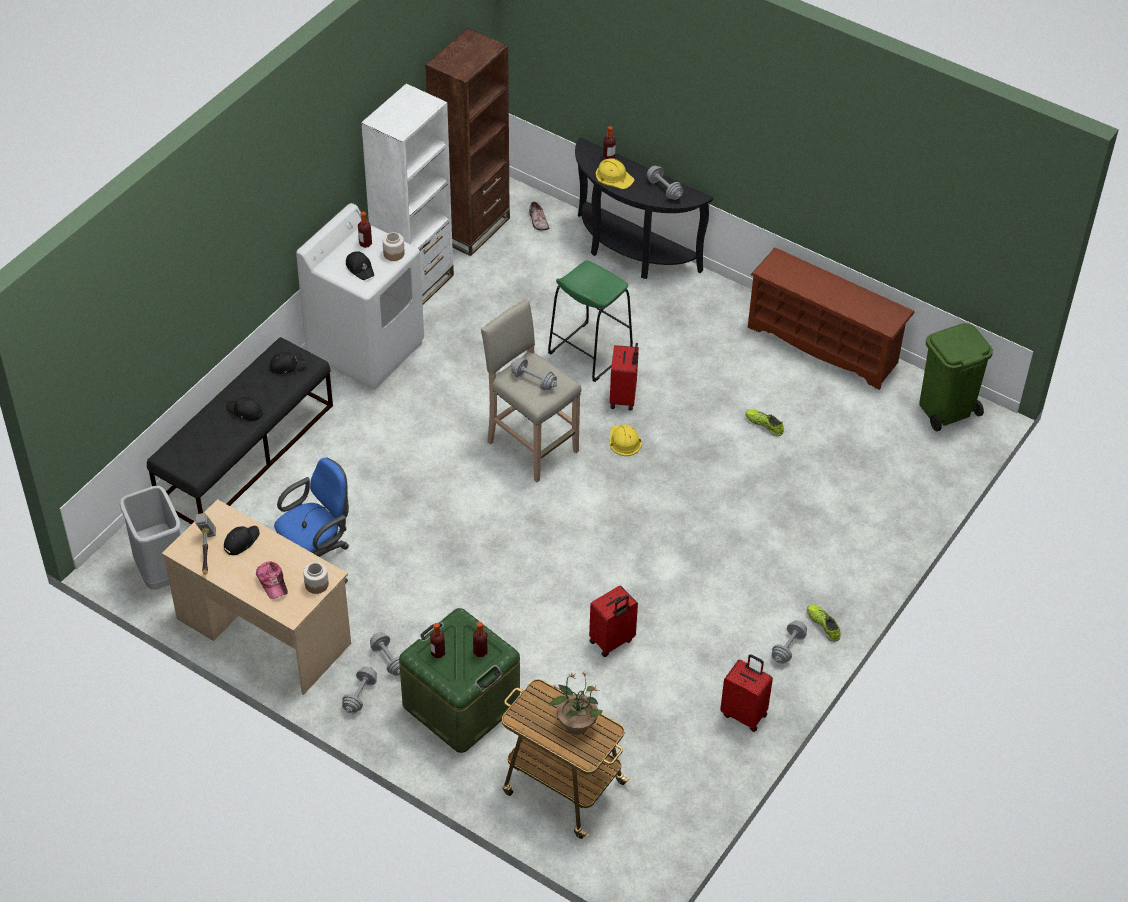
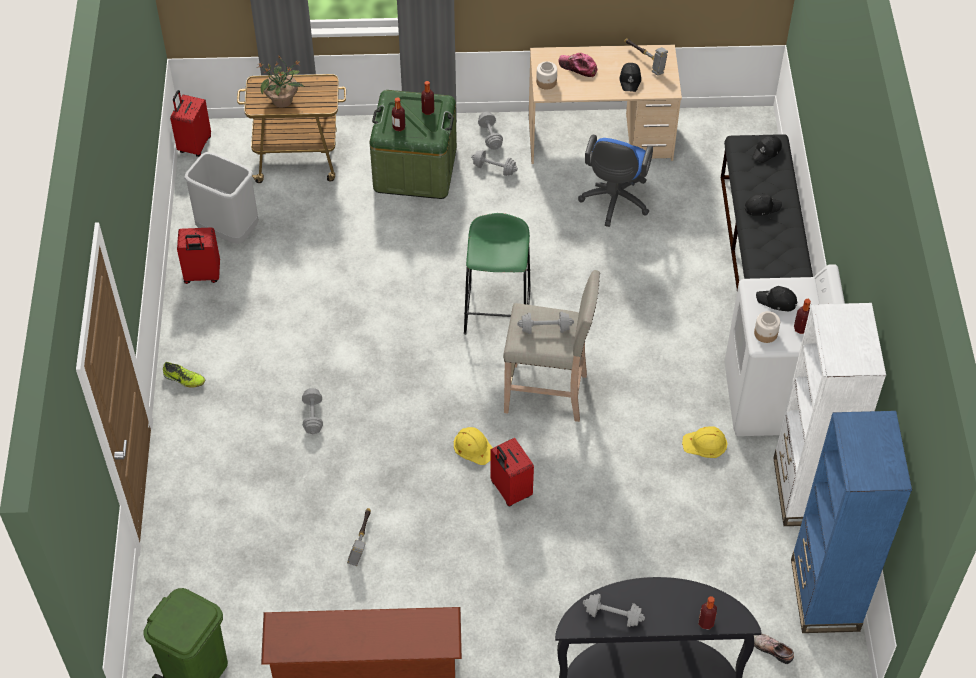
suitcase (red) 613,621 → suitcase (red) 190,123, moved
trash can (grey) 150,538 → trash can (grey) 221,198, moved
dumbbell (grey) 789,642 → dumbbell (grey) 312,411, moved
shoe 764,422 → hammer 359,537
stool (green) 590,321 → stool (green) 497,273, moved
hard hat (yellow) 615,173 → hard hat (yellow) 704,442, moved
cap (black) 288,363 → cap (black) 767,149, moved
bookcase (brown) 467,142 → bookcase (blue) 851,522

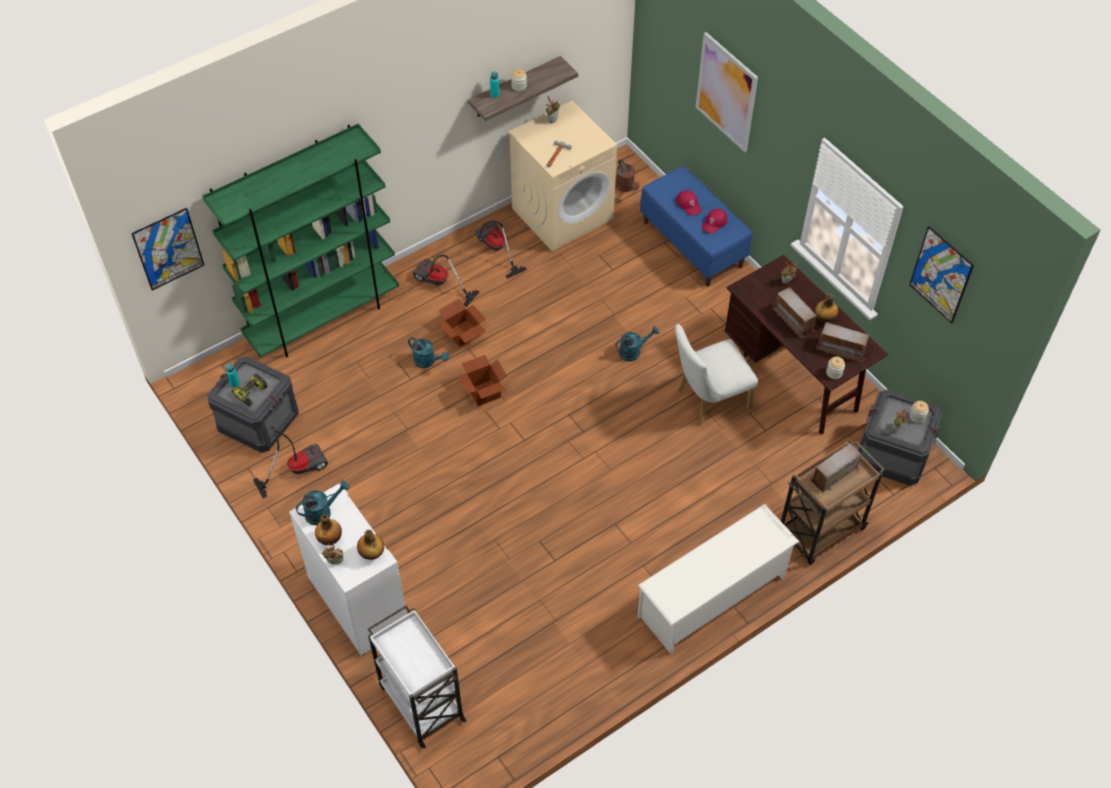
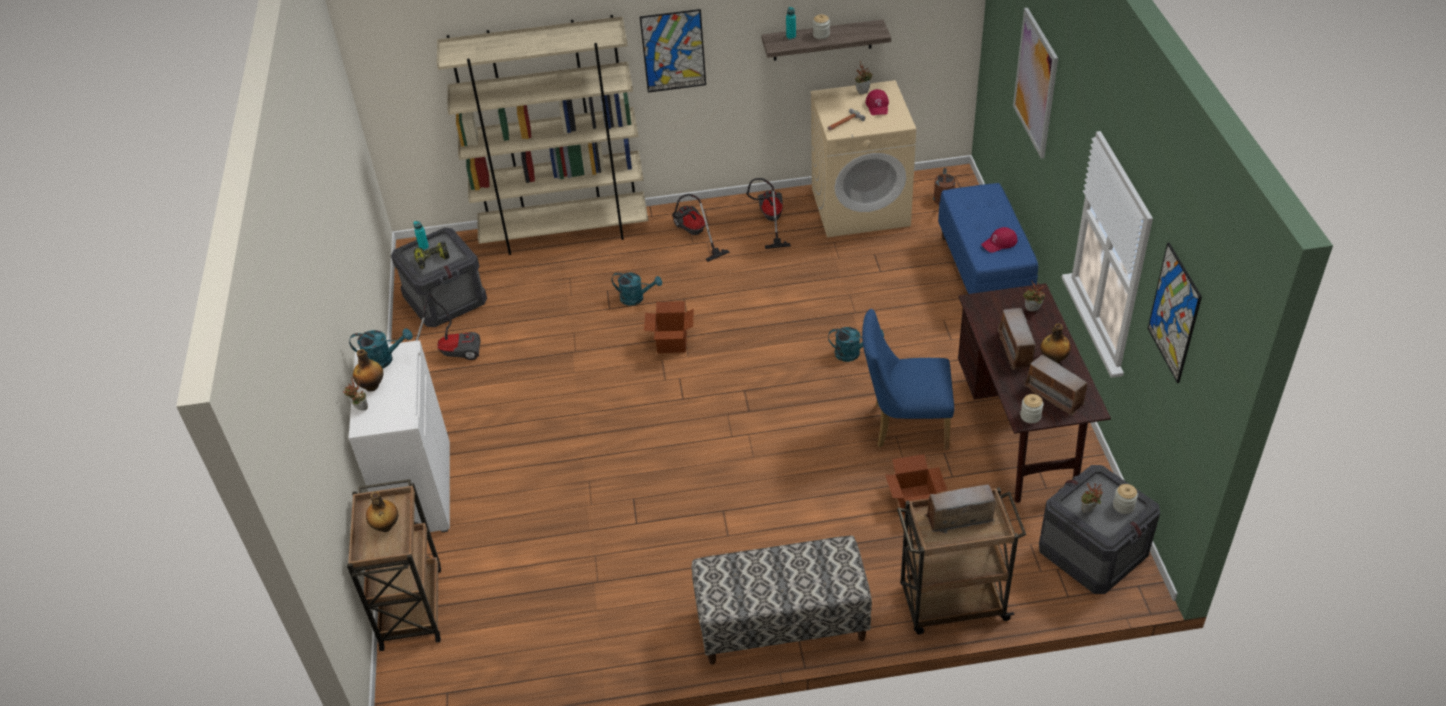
cart (white) 417,676 → cart (brown) 394,565
bottle 370,545 → bottle 382,511, moved
bookcase (green) 300,241 → bookcase (beige) 542,135
watering can (turquoise) 428,352 → watering can (turquoise) 636,289, 45 degrees counterclockwise
picture 167,249 → picture 673,51, moved
shoe rack (white) 718,579 → bench 782,600
chair (white) 716,375 → chair (blue) 908,379
cap (red) 689,203 → cap (red) 877,102, moved
cardboard box 462,323 → cardboard box 916,484, moved

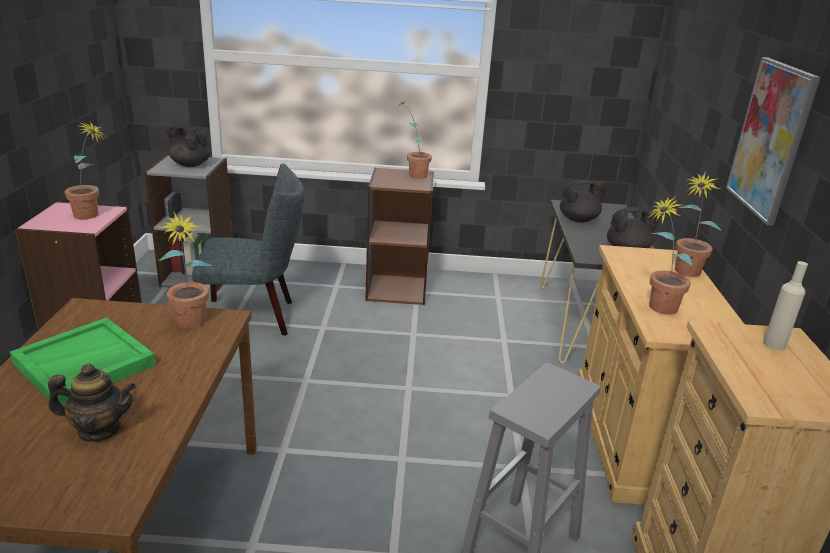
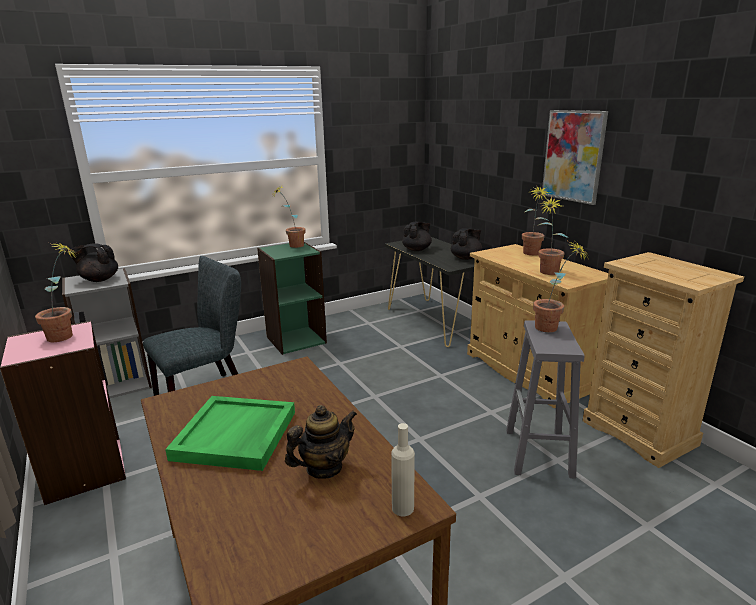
bookcase (brown) 399,236 → bookcase (green) 292,298
bottle (beige) 785,306 → bottle (beige) 403,469, moved
potted plant 185,270 → potted plant 561,286, moved

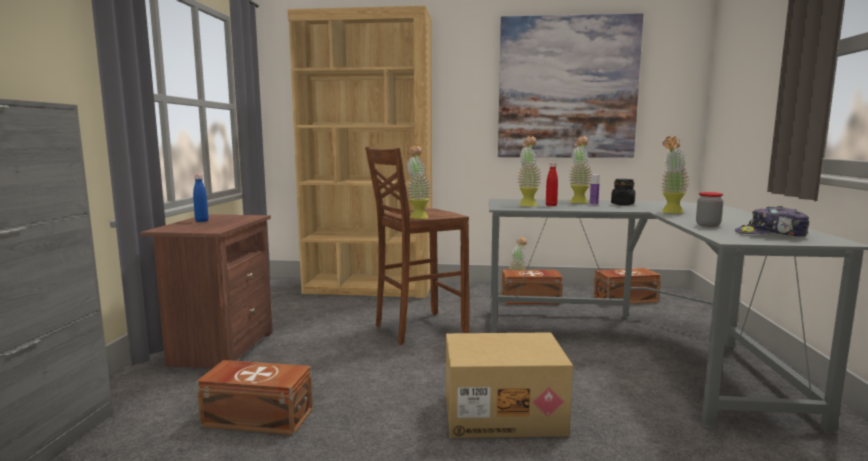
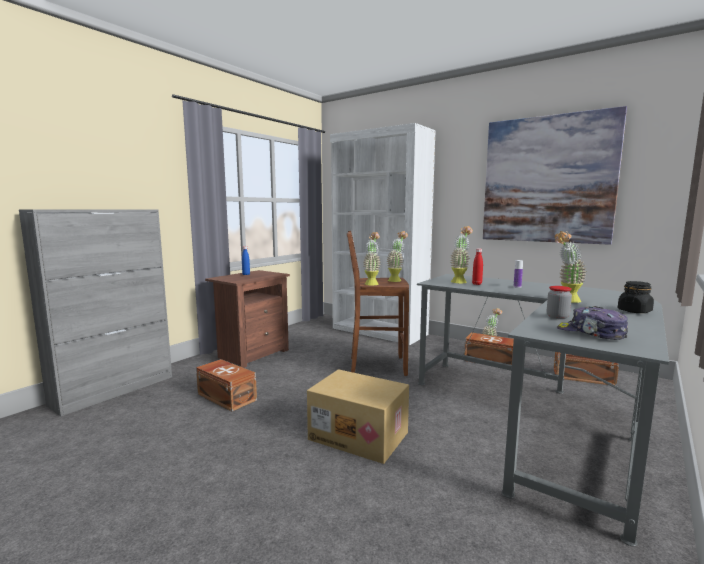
bookcase (brown) 359,152 → bookcase (white) 383,234
potted plant 579,170 → potted plant 397,256, moved
jar (black) 623,192 → jar (black) 636,297, moved

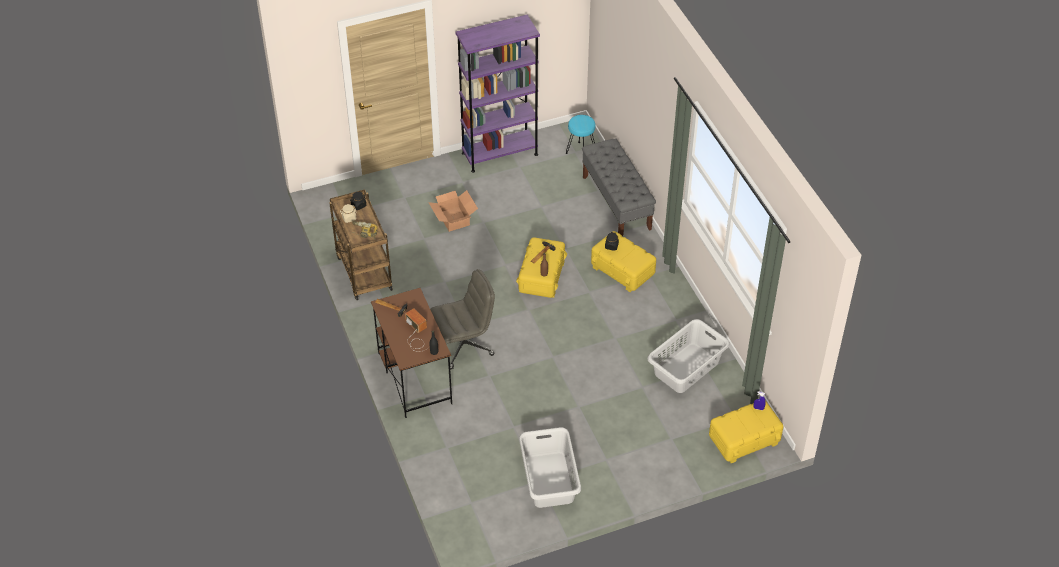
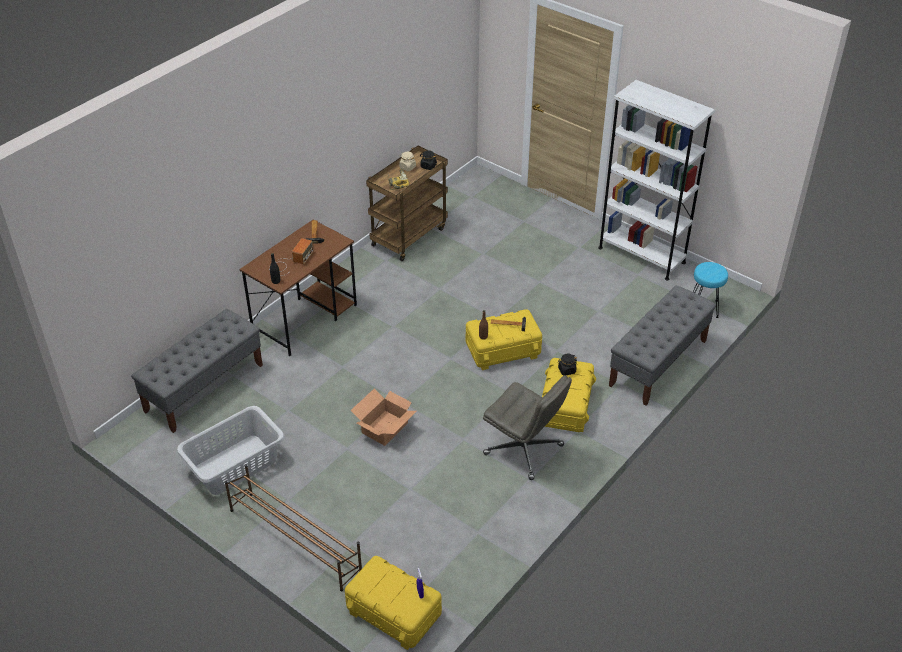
- → bench (grey) 197,371
- → shoe rack (brown) 293,527
cardboard box 453,211 → cardboard box 383,417, moved
office chair (grey) 462,319 → office chair (grey) 527,427, moved
bookcase (purple) 498,93 → bookcase (white) 656,180
laundry basket (grey) 688,356 → -

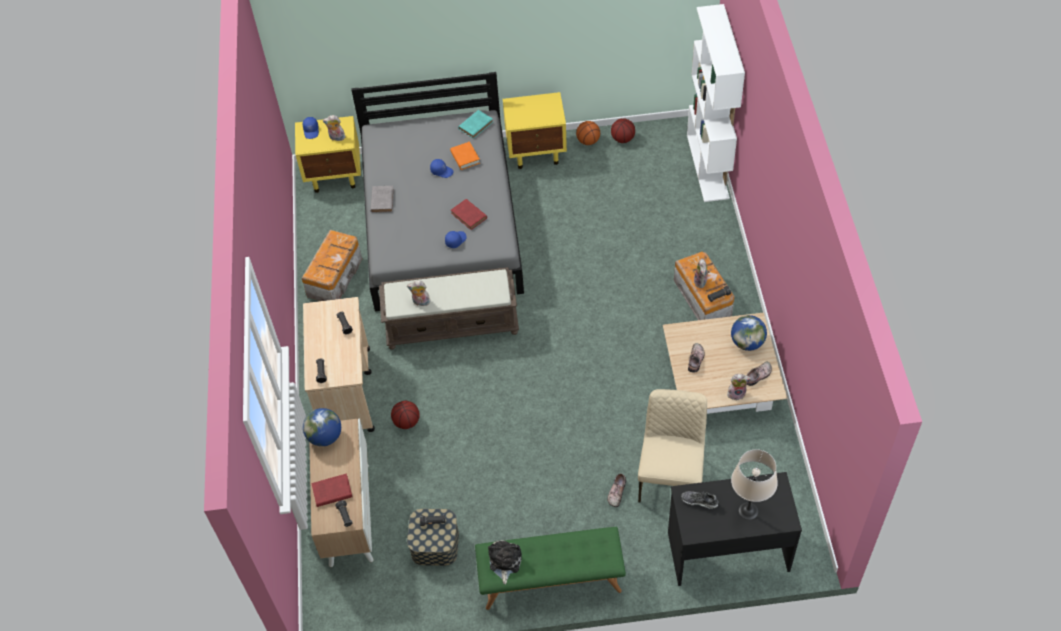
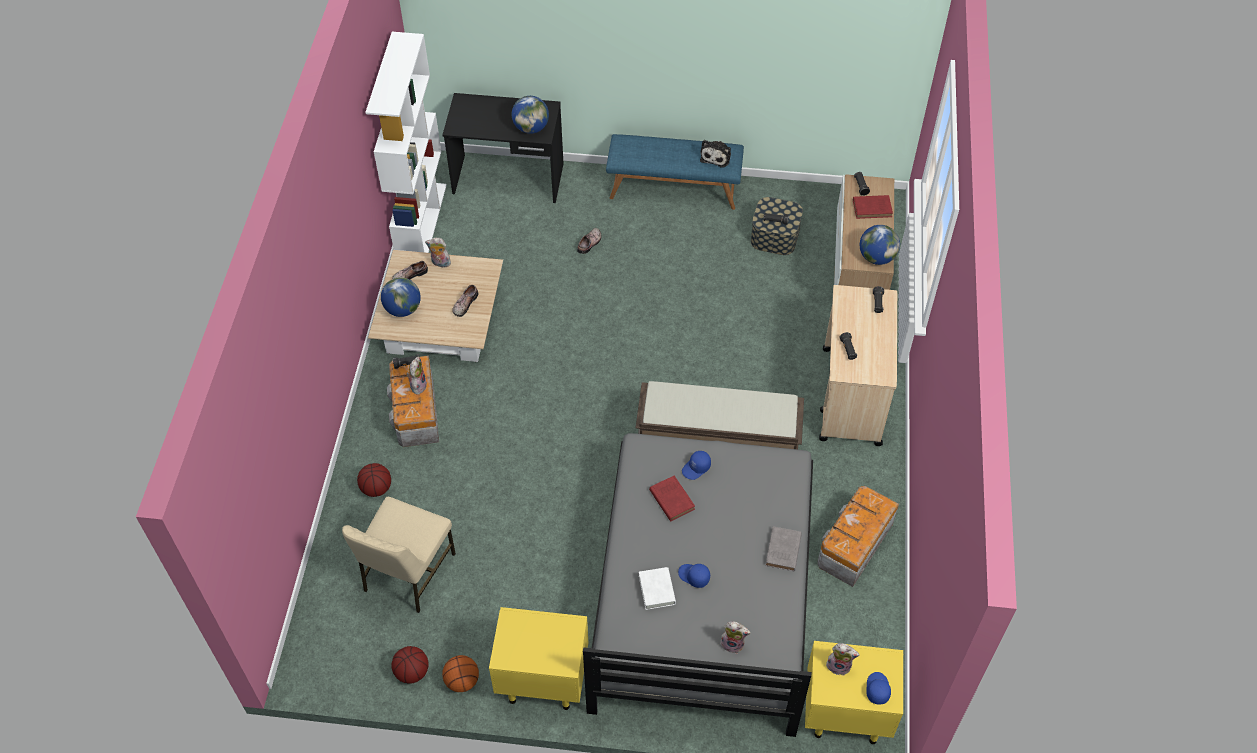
chair (beige) 672,446 → chair (beige) 399,555, moved
basketball 405,415 → basketball 374,480, moved
bookcase (white) 716,103 → bookcase (white) 406,142, moved
shoe 699,500 → globe 530,115
bench (green) 550,568 → bench (blue) 675,172
book (orange) 465,155 → book (white) 657,588
plush toy 418,293 → plush toy 735,637, moved
book (turquoise) 475,124 → -
table lamp (beige) 754,484 → -

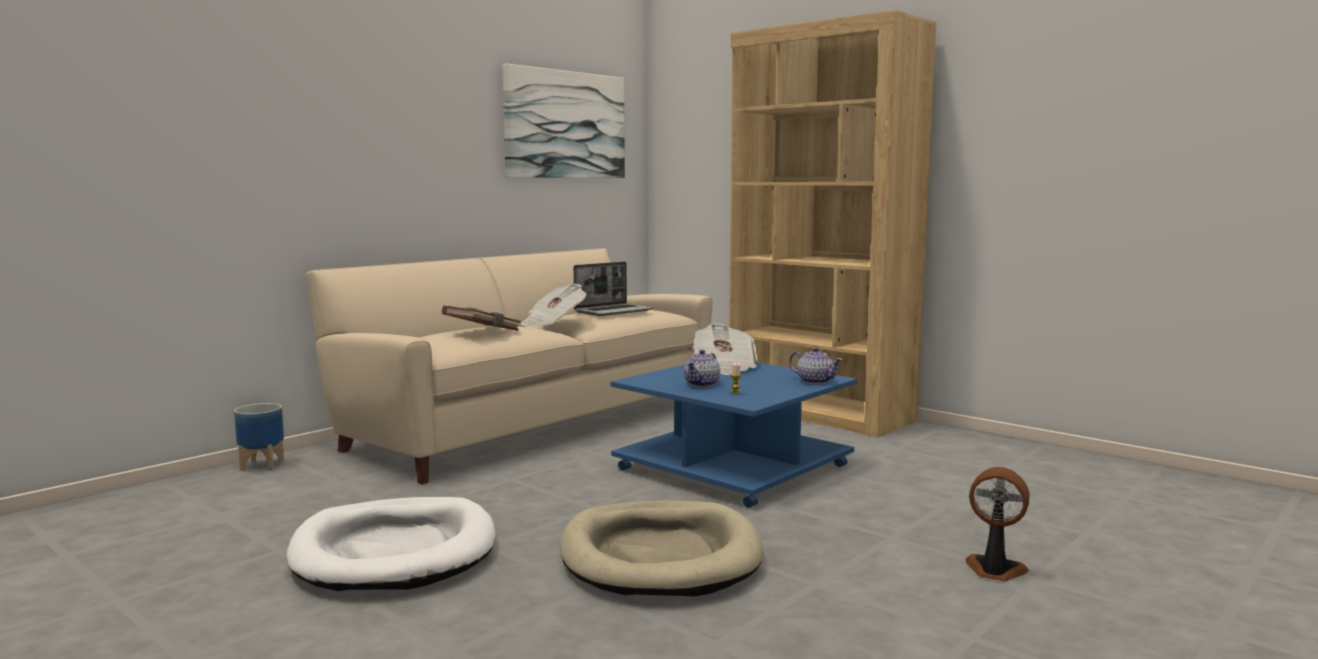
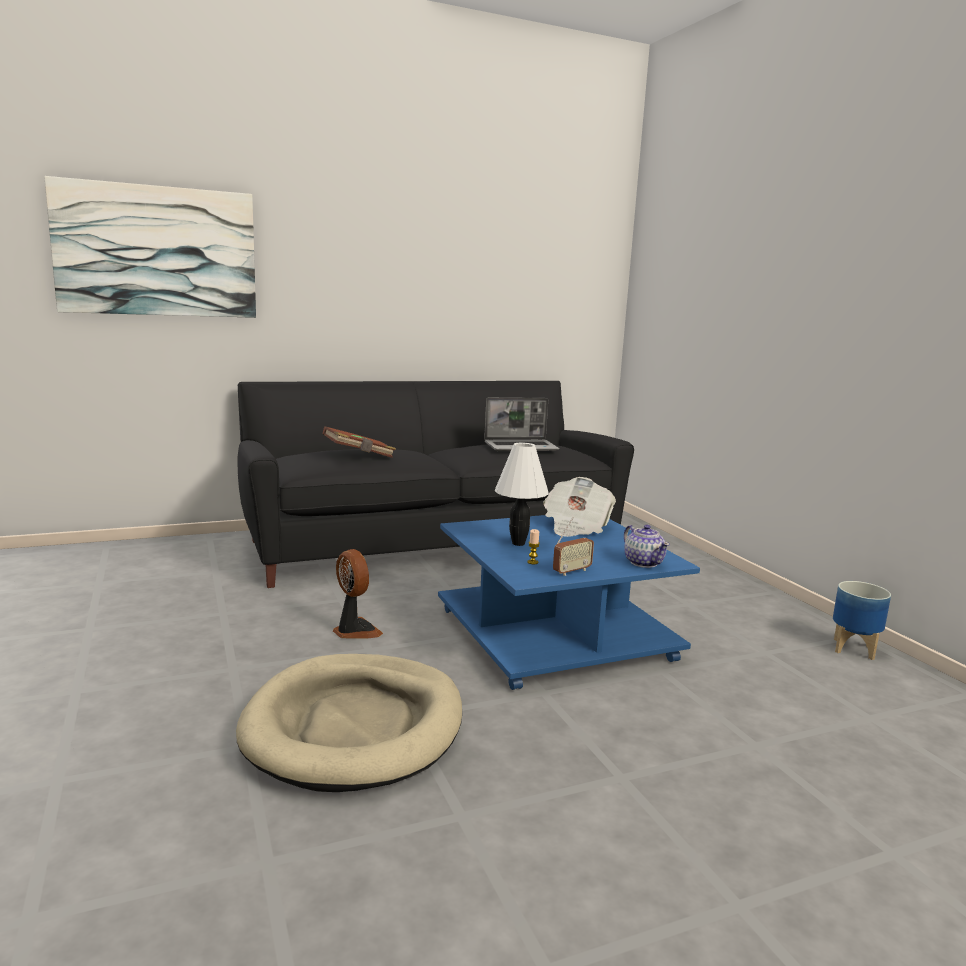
picture 563,120 → picture 150,247, moved
sofa (beige) 509,366 → sofa (black) 435,484
fan 997,524 → fan 358,593, moved
teapot 702,368 → table lamp (white) 521,494
- → radio 573,546
planter 259,437 → planter 862,620, moved
dog bed (white) 391,544 → -
newspaper 553,305 → -
bookcase (brown) 833,224 → -

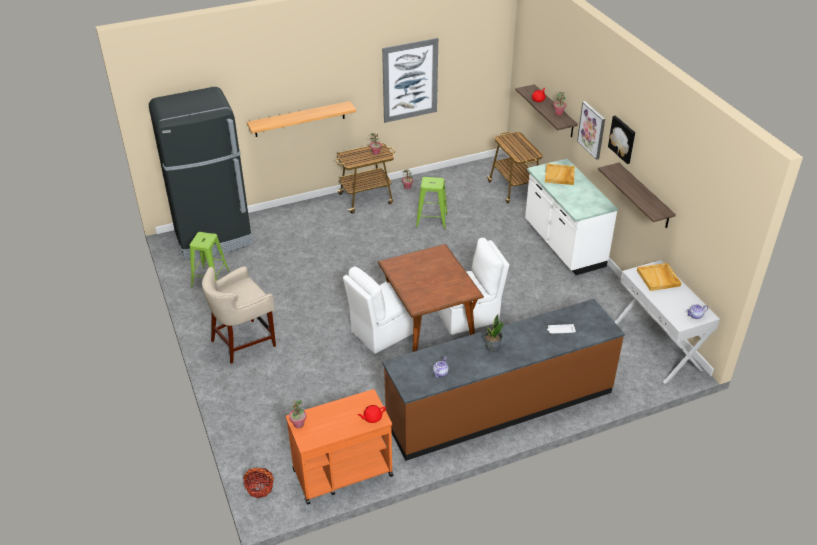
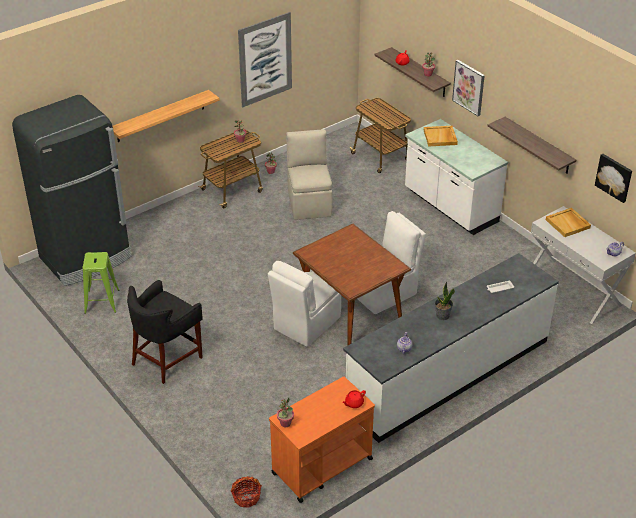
stool (beige) 239,315 → stool (black) 165,332
stool (green) 432,203 → chair (beige) 309,174
counter (brown) 503,380 → counter (white) 451,348
picture 621,140 → picture 613,178, moved

